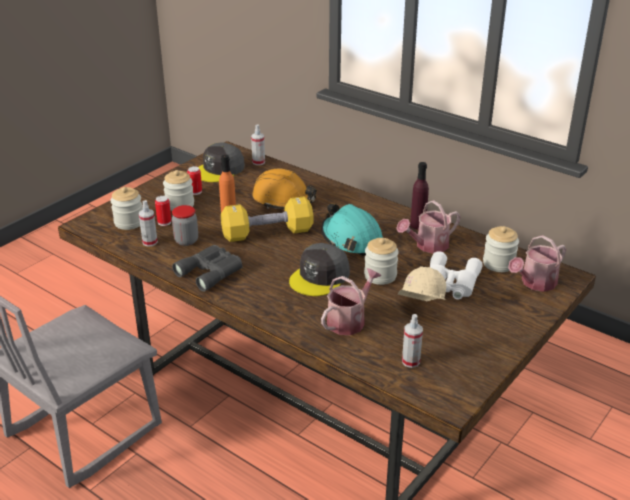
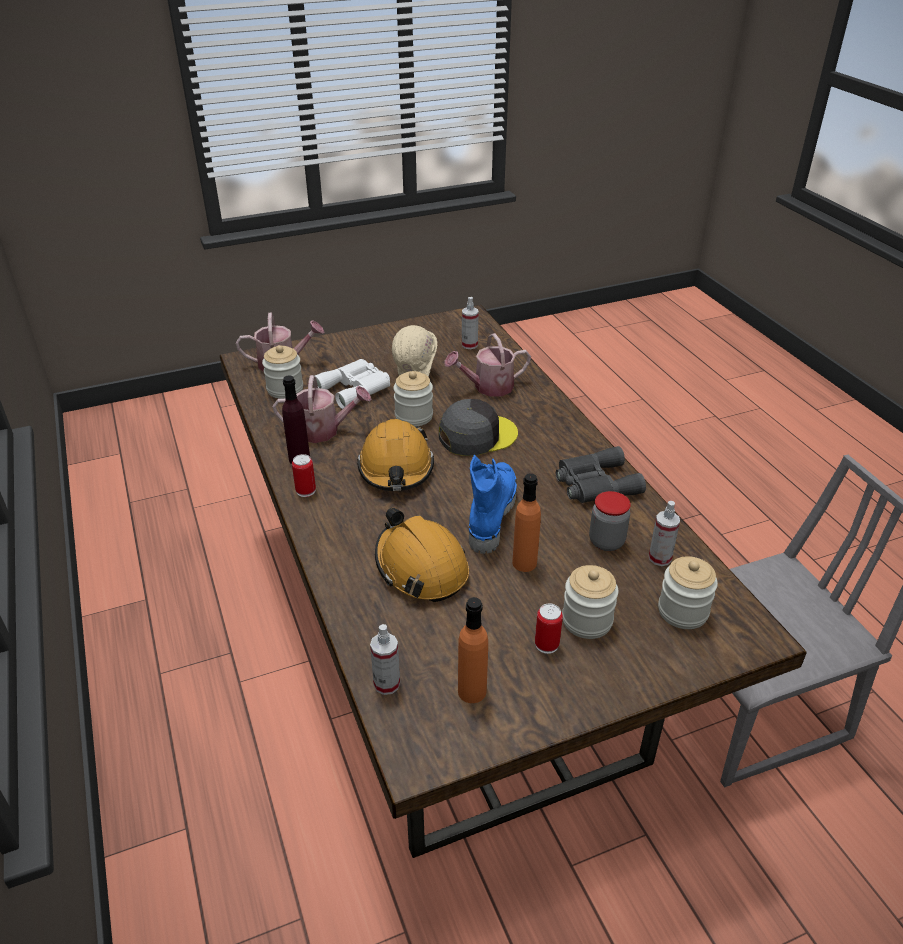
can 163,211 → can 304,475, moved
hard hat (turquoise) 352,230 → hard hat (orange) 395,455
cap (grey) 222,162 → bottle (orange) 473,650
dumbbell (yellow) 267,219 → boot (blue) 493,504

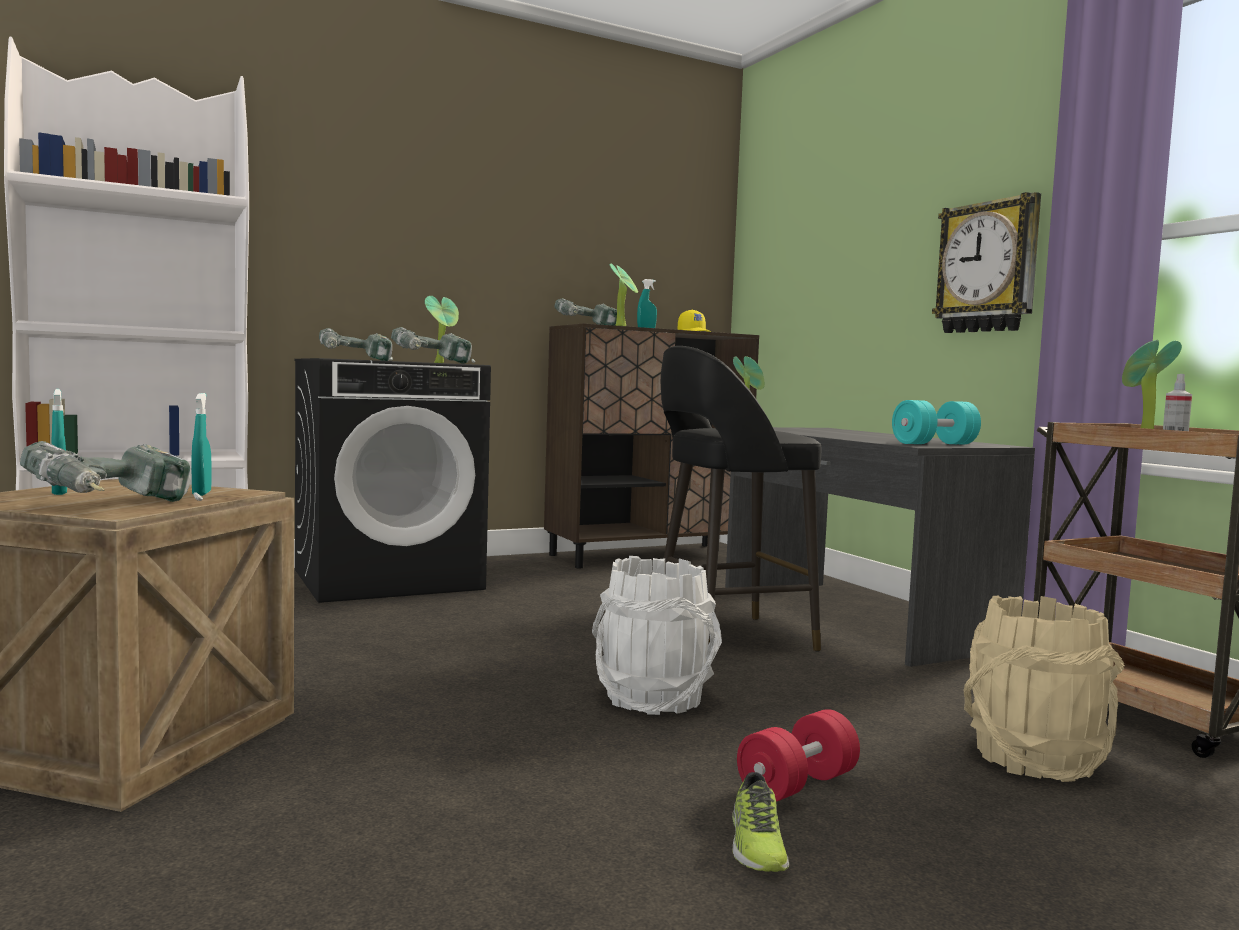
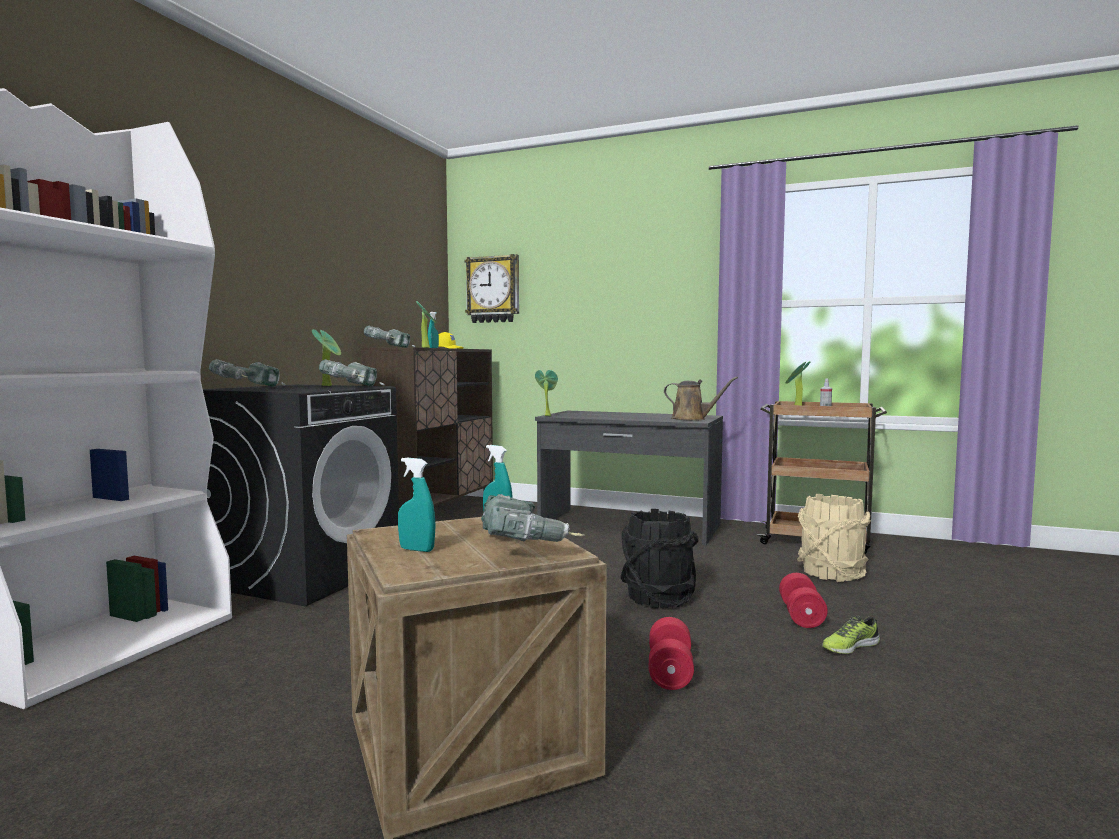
wall clock 986,262 → wall clock 492,288, moved
bucket (white) 657,635 → bucket (black) 659,558
- → dumbbell (red) 671,653
dumbbell (turquoise) 936,422 → watering can (brown) 701,399
shoe 760,822 → shoe 851,635, 105 degrees clockwise
stool (black) 741,499 → -

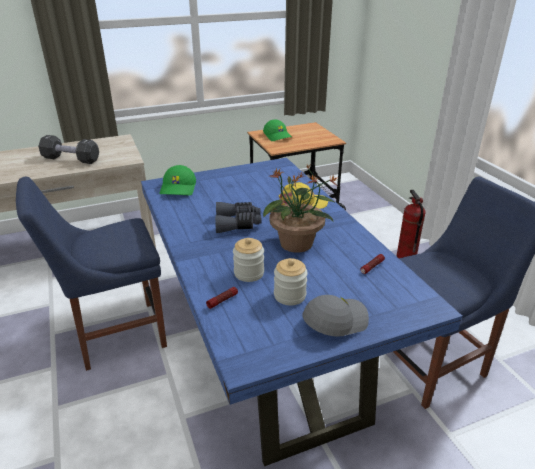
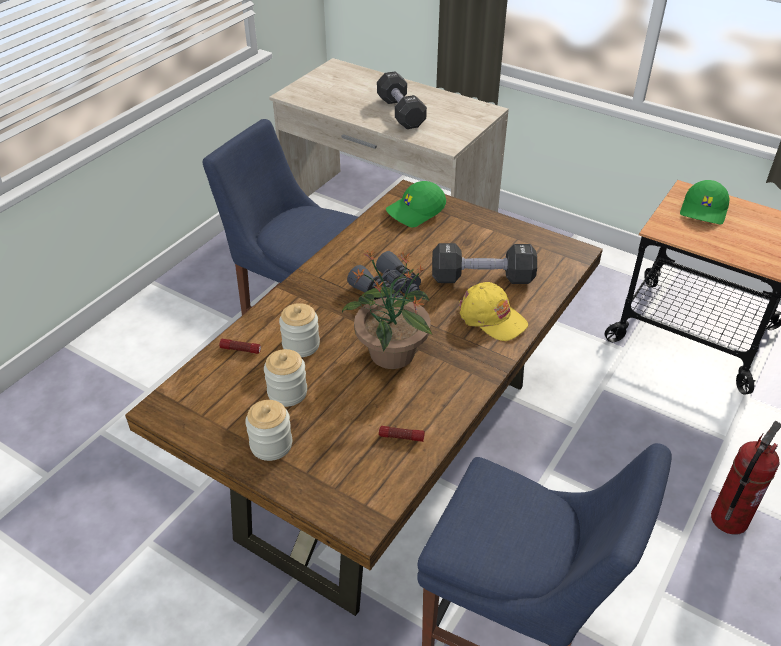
dining table (blue) 301,312 → dining table (brown) 364,398
cap (grey) 336,316 → jar 268,430
- → dumbbell (black) 484,263

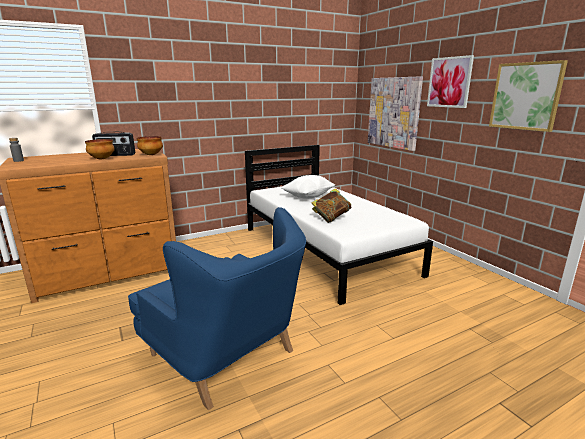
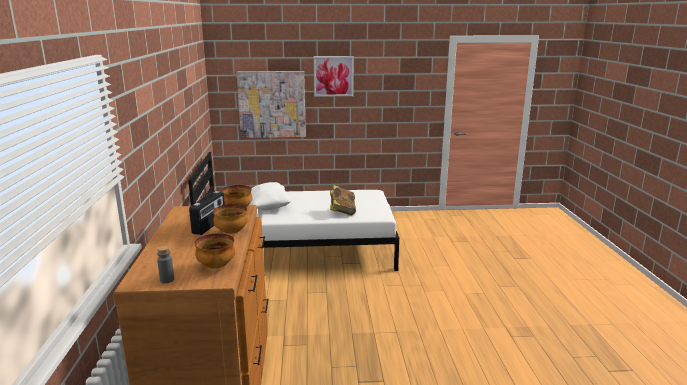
- → bowl 215,251
armchair (blue) 217,308 → -
picture 528,96 → -

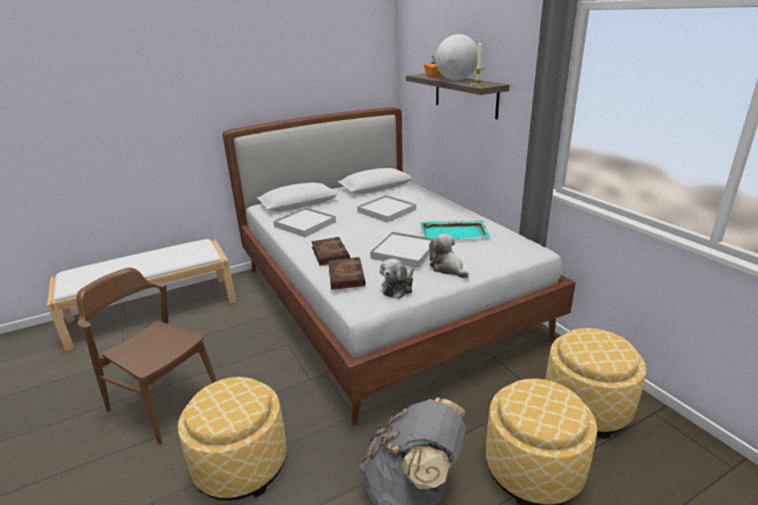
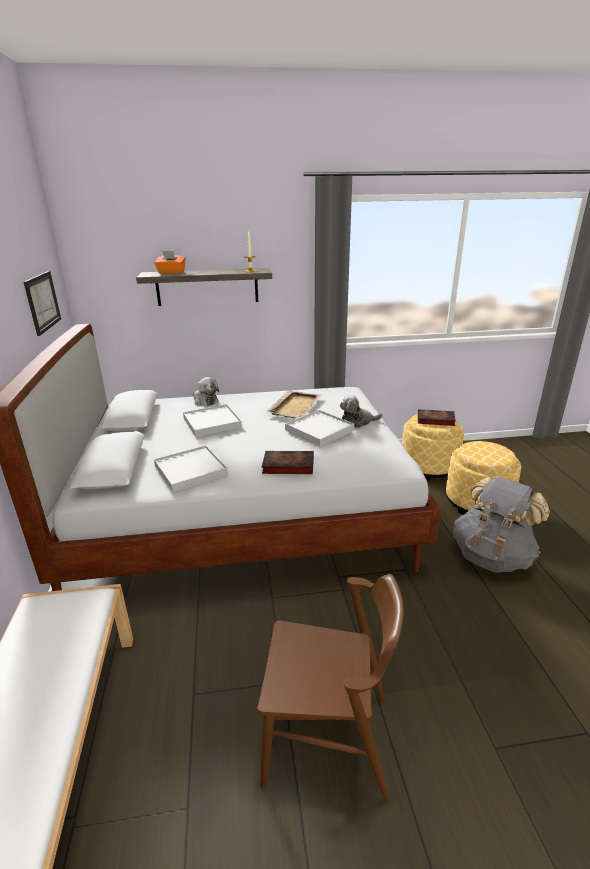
- → picture 42,303
plush toy 397,279 → plush toy 206,391, moved
chair (brown) 146,356 → chair (brown) 330,688, 135 degrees counterclockwise
tray (turquoise) 455,229 → tray (beige) 293,404
book 347,273 → book 437,417, moved
ottoman 232,439 → -
globe 457,57 → -

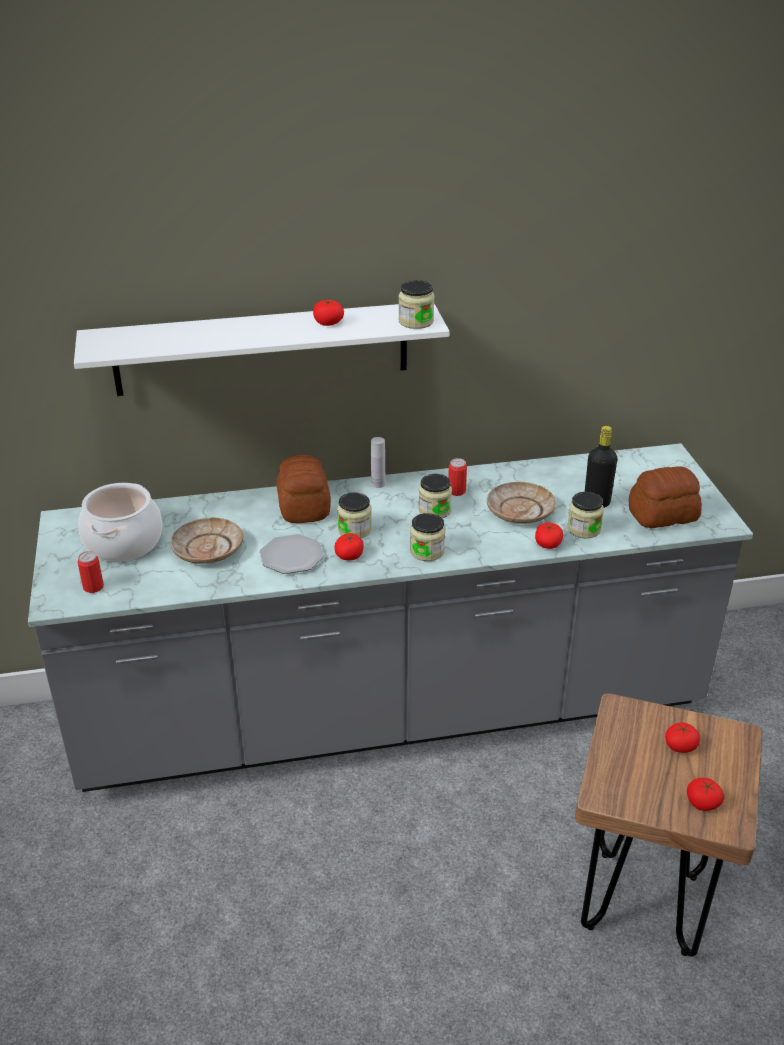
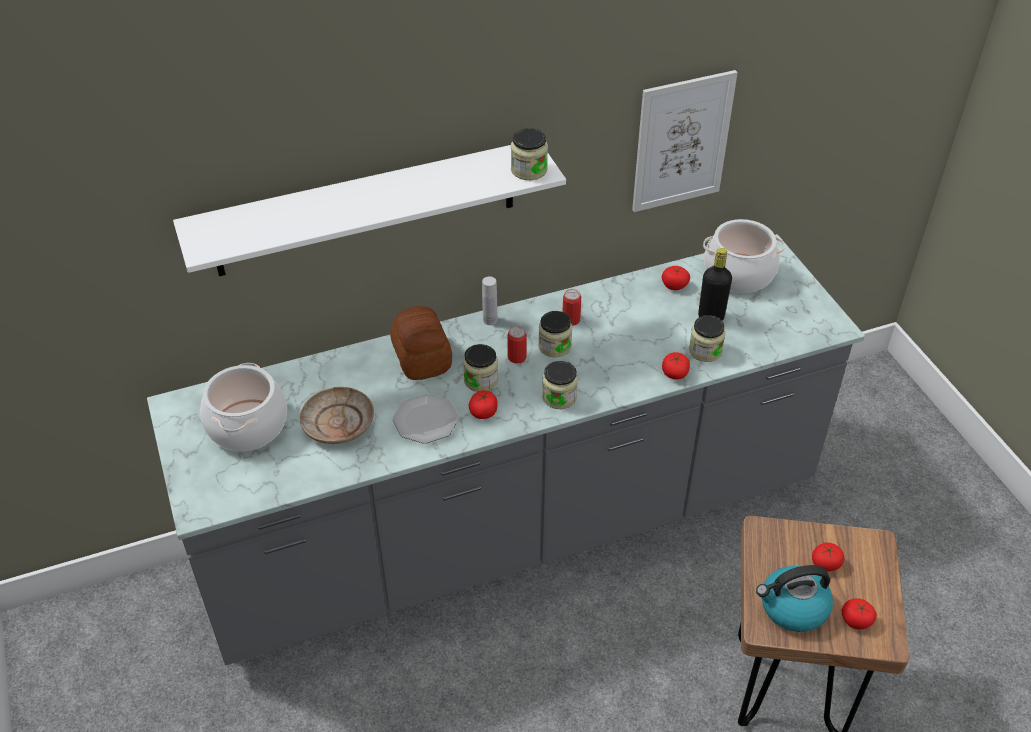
can 90,572 → can 517,345, moved
- → picture 684,141
tomato 328,313 → tomato 676,278, moved
- → cooking pot 744,256
- → kettle 794,598
plate (beige) 521,503 → -
bread 665,497 → -

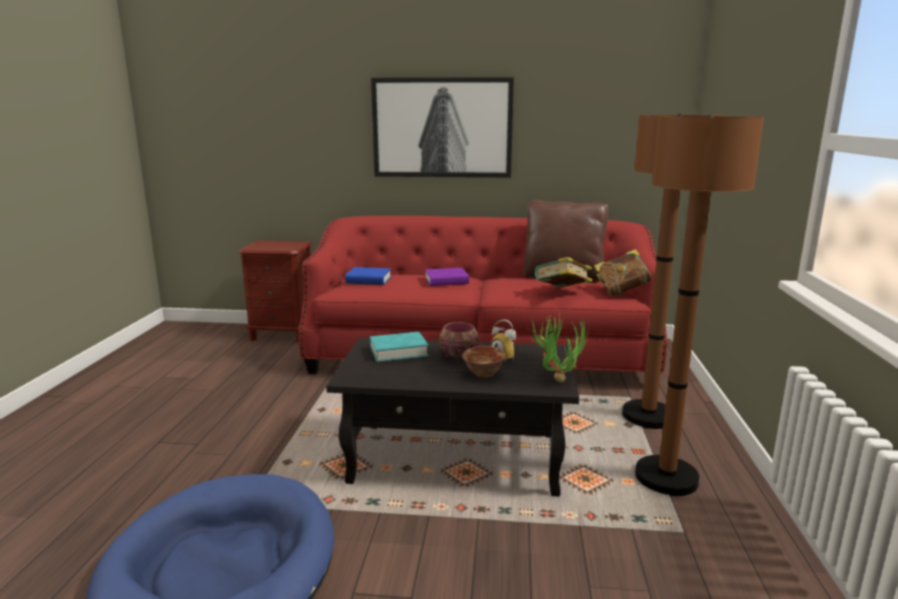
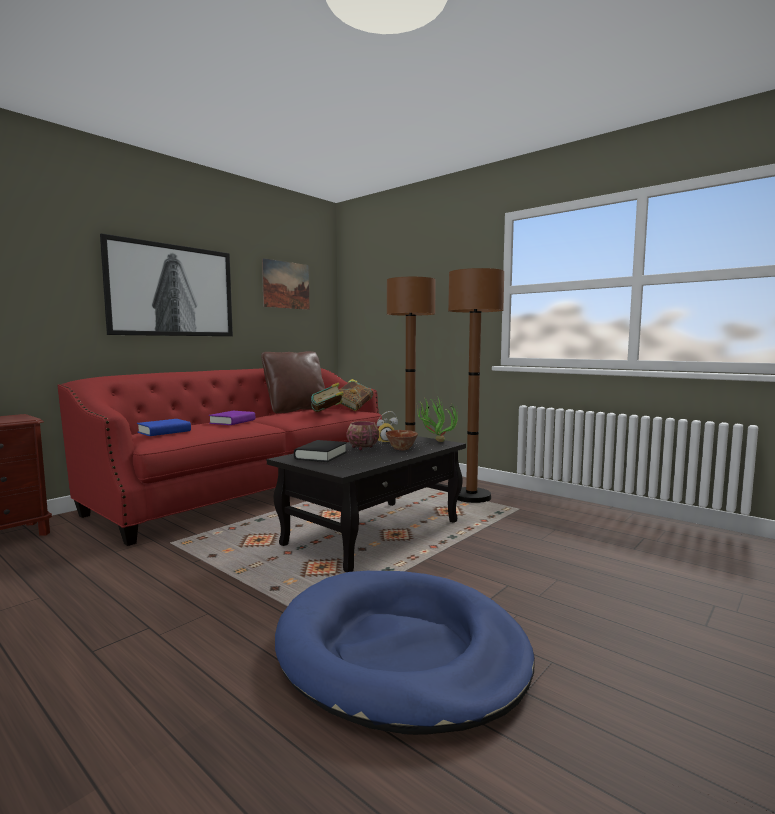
- → picture 286,284
book (turquoise) 399,347 → book (black) 320,451

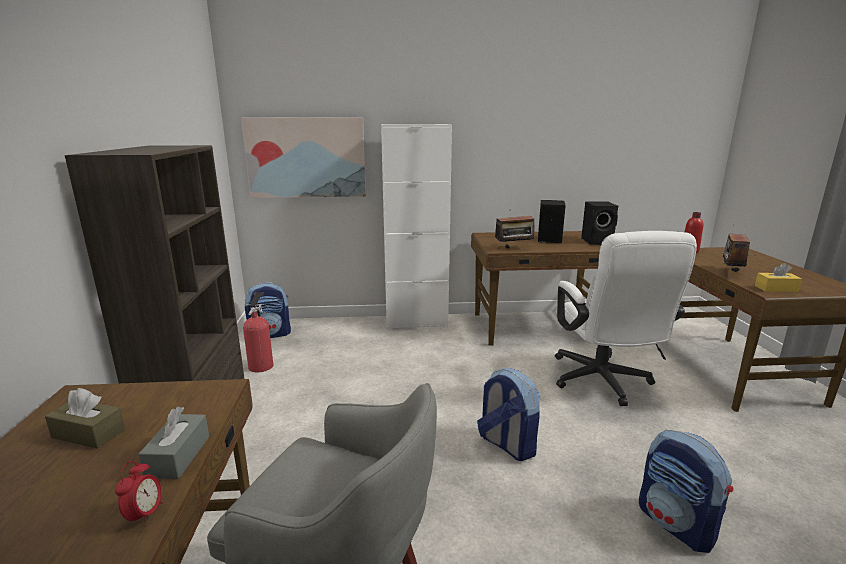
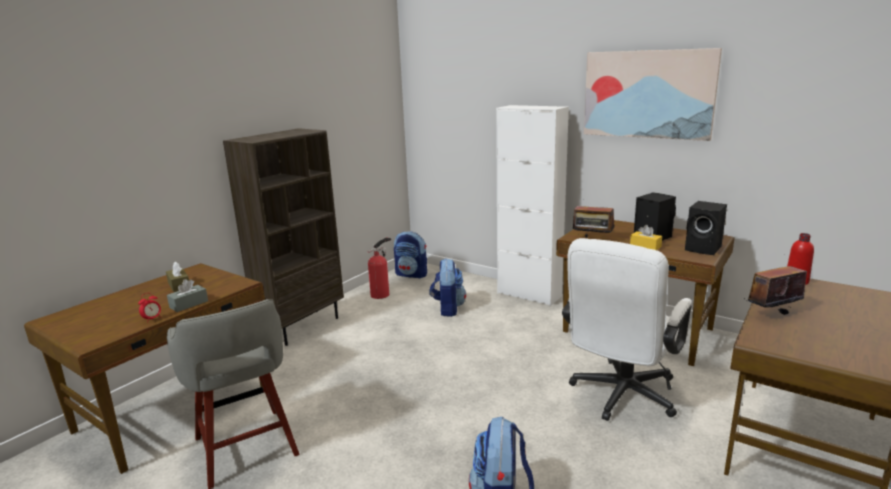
backpack 508,414 → backpack 448,287, moved
picture 303,158 → picture 653,94, moved
tissue box (yellow) 778,277 → tissue box (yellow) 646,237, moved

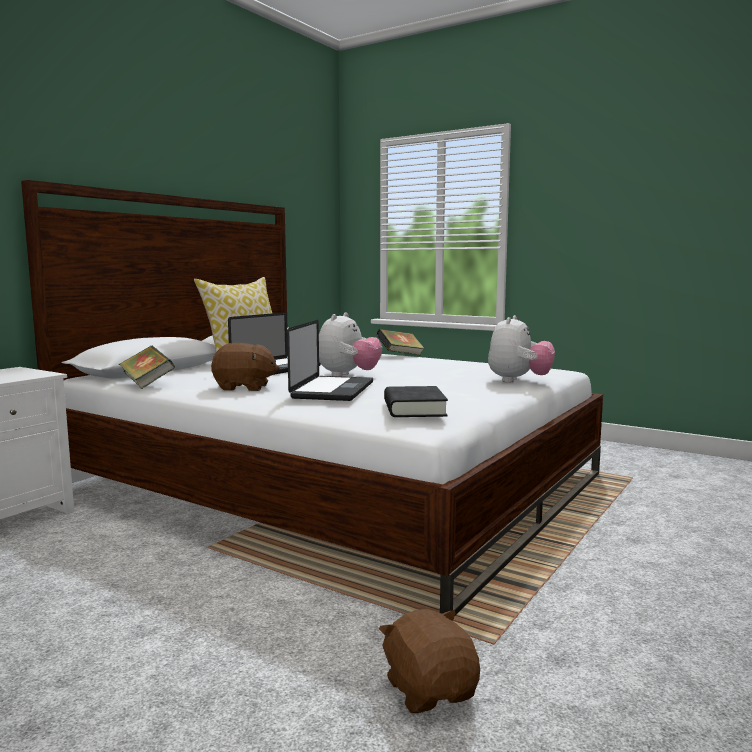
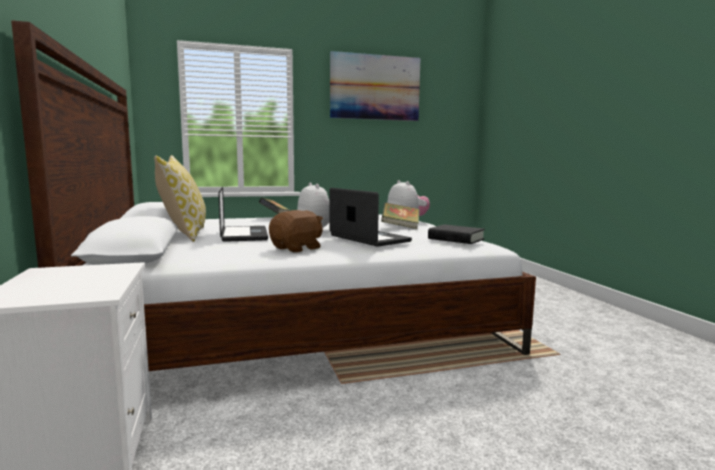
- → picture 375,86
book 147,367 → book 400,216, moved
plush toy (brown) 429,661 → -

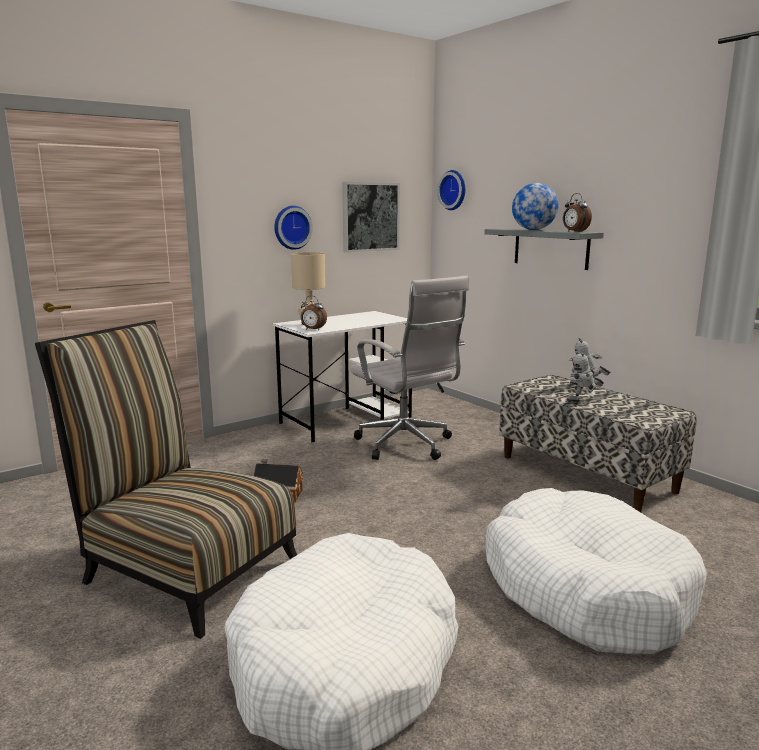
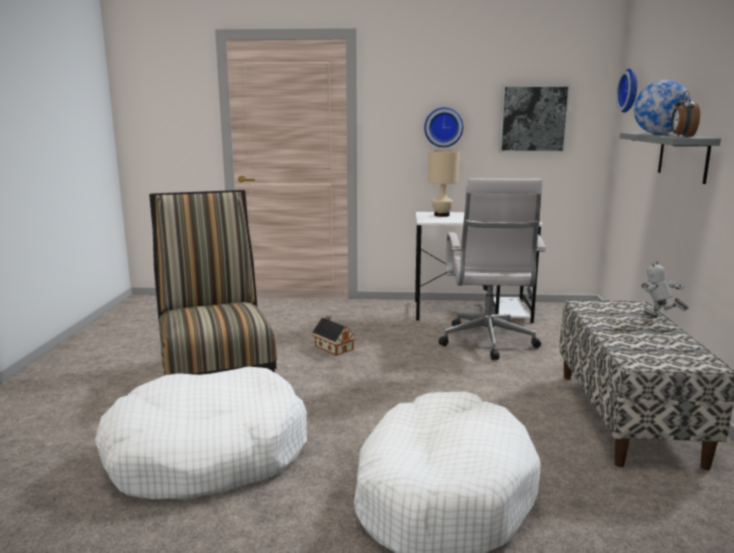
alarm clock 314,313 → -
toy robot 585,376 → -

